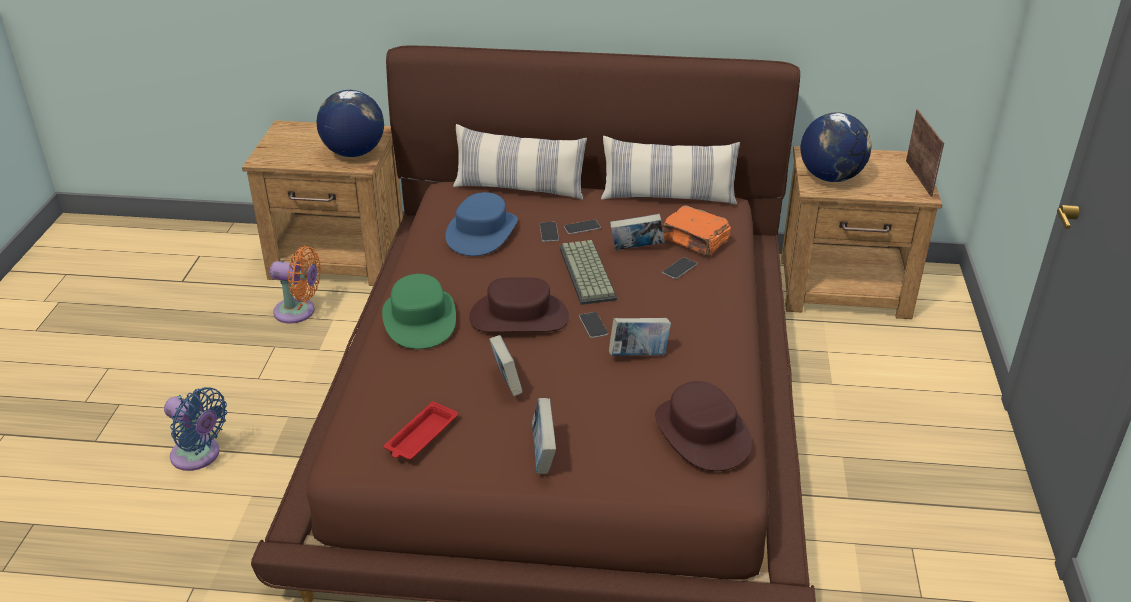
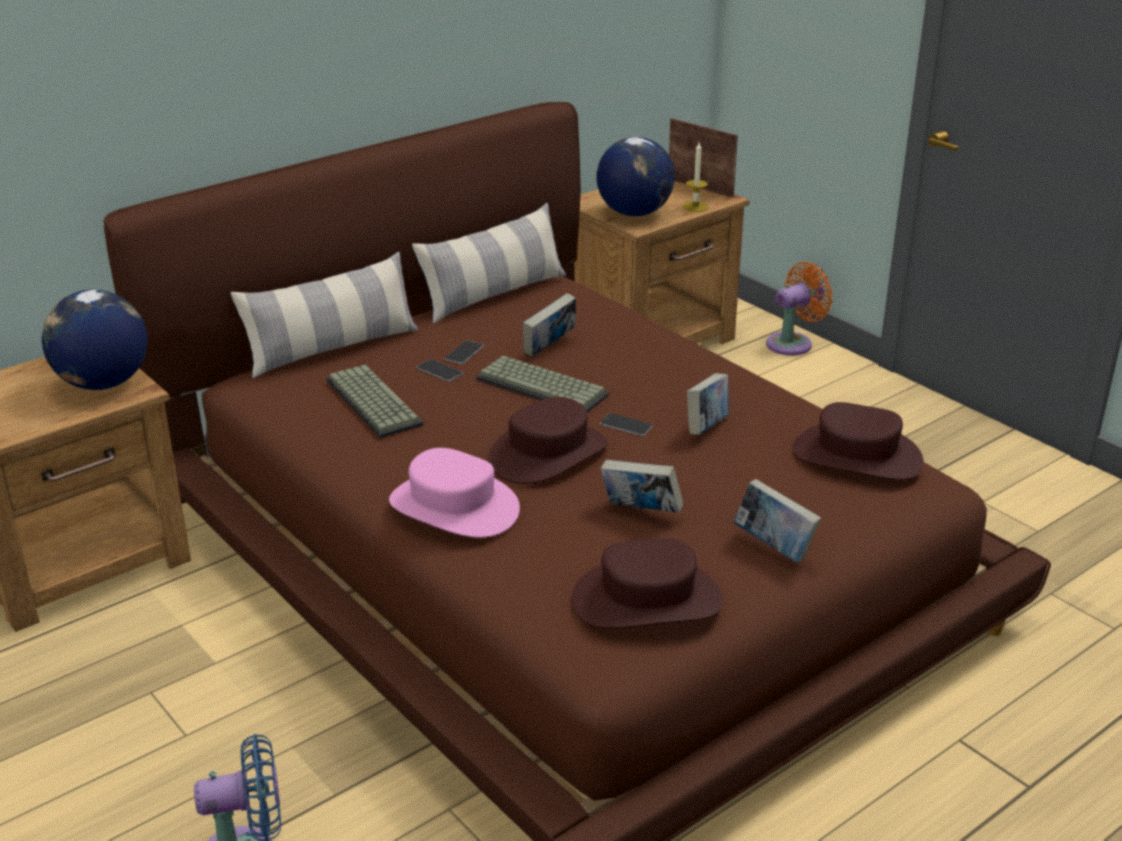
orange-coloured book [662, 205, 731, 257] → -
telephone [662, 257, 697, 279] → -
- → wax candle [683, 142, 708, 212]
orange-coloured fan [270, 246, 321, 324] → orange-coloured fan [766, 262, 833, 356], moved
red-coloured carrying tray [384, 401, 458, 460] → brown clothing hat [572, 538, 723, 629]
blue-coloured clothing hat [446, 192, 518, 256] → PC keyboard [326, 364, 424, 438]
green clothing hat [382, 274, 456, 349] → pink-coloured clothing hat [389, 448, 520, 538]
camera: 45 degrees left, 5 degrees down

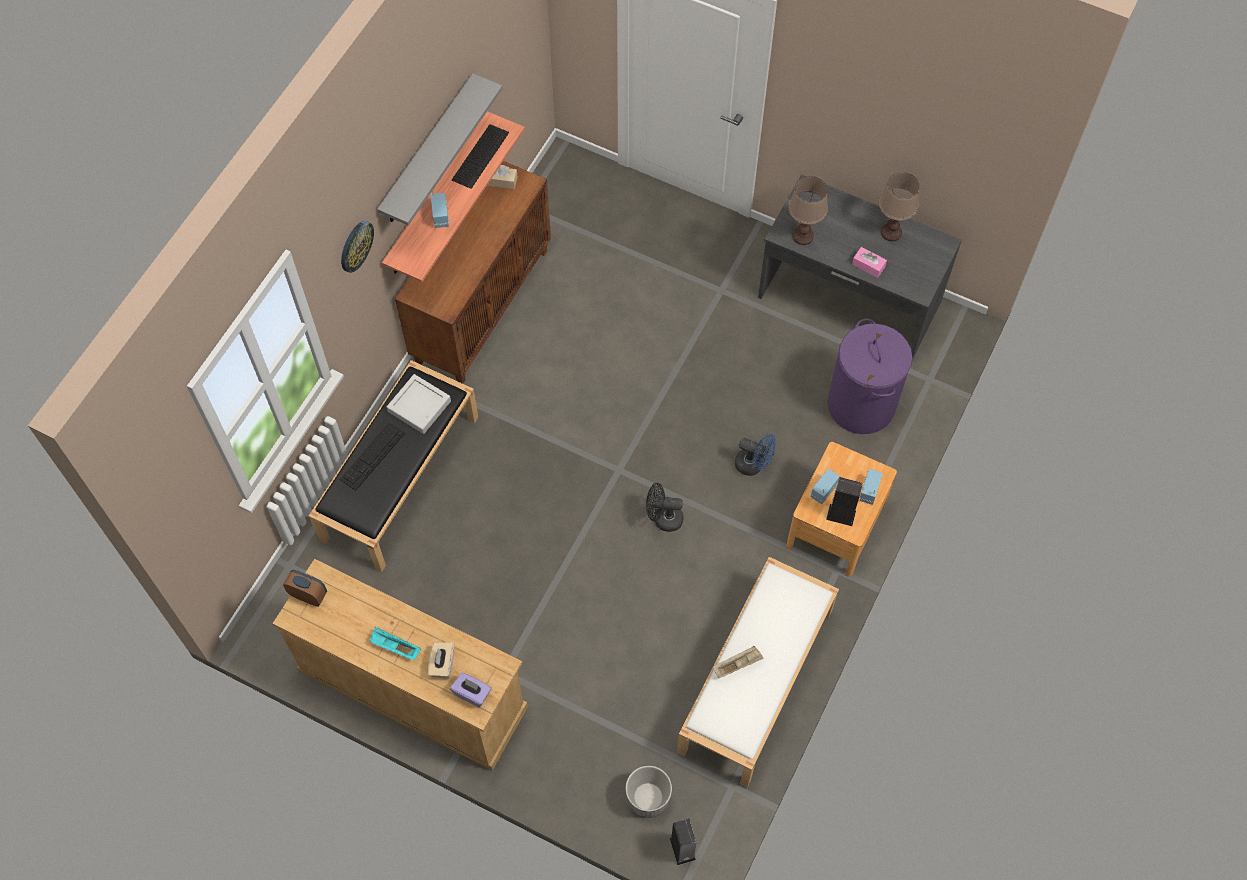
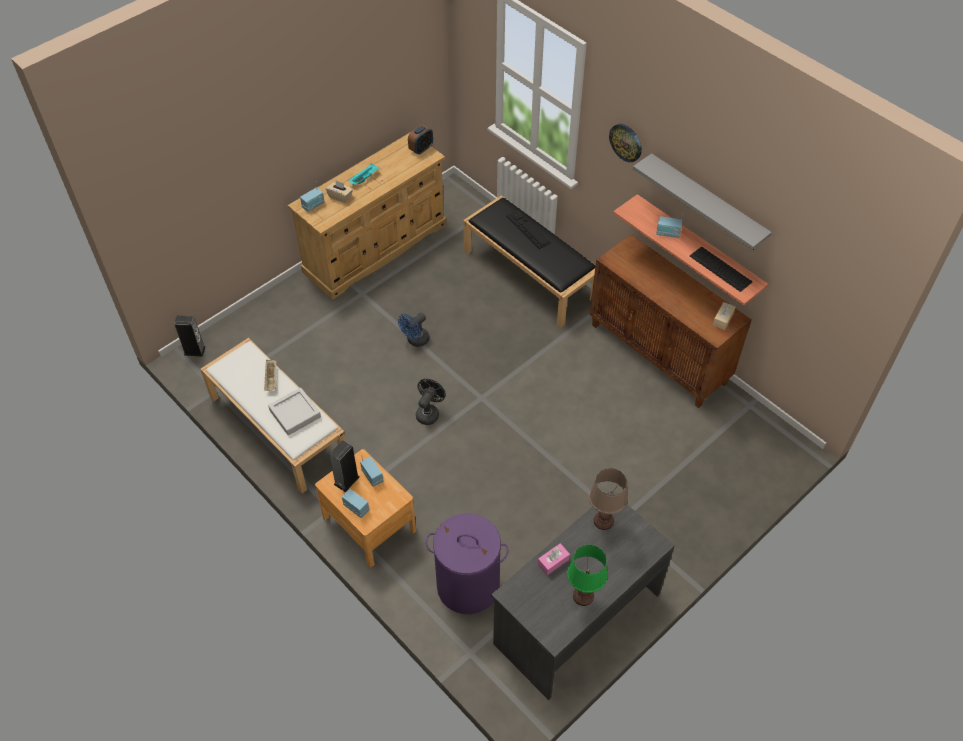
planter [626, 766, 672, 818] → -
gray carrying tray [387, 374, 451, 434] → gray carrying tray [268, 388, 321, 435], moved
blue-coloured fan [735, 434, 776, 476] → blue-coloured fan [398, 313, 429, 347], moved
purplish tissue box [450, 673, 491, 707] → radio receiver [300, 181, 325, 212]
brown tabletop lamp [879, 172, 920, 241] → green tabletop lamp [567, 545, 607, 606]
camera: 110 degrees right, 10 degrees down

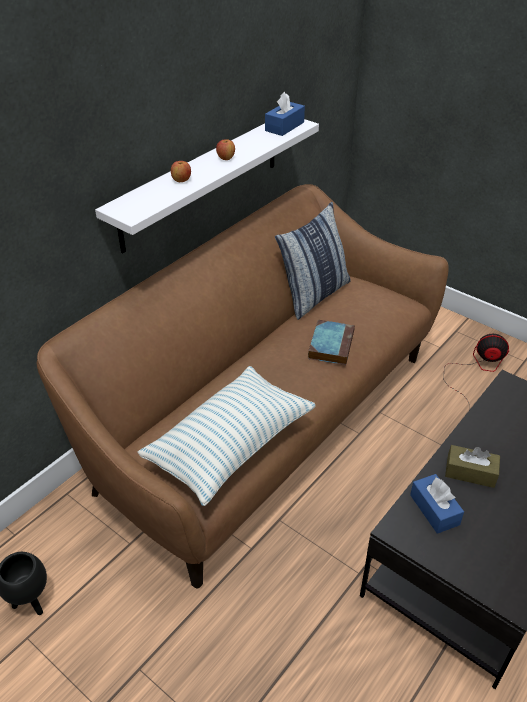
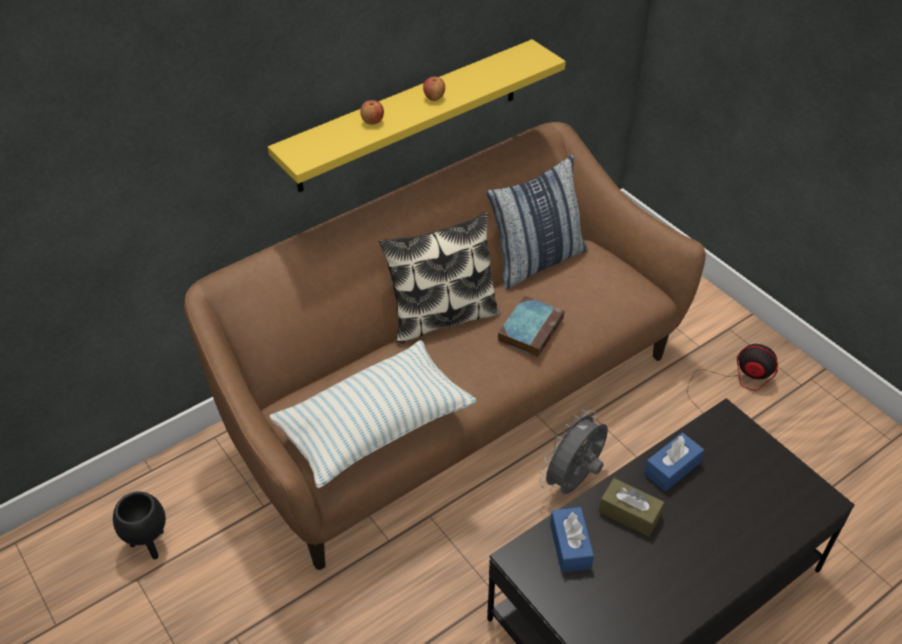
- → pillow [379, 212, 501, 345]
- → gray fan [539, 410, 608, 495]
blue-coloured tissue box [265, 92, 305, 136] → blue-coloured tissue box [644, 433, 704, 491], moved
white bracket shelf [95, 119, 319, 254] → yellowish bracket shelf [268, 39, 566, 192]
camera: 15 degrees right, 5 degrees up

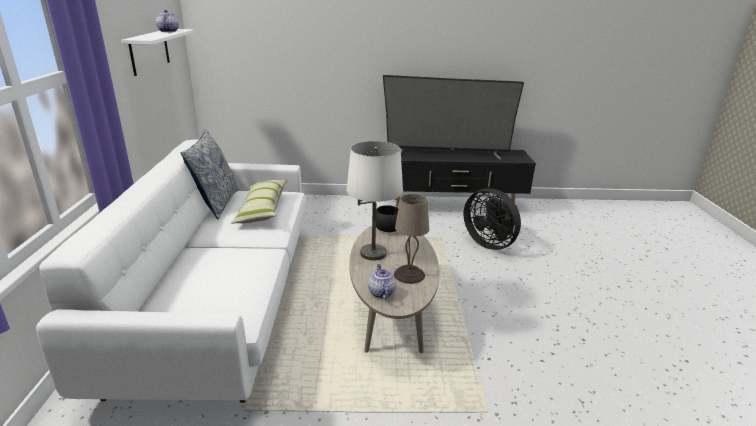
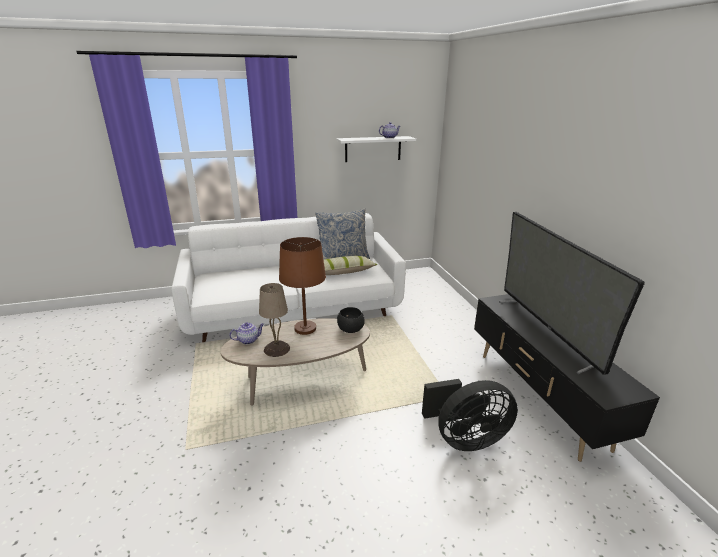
white tabletop lamp [346, 141, 403, 261] → brown tabletop lamp [279, 237, 326, 335]
blackish fan [463, 188, 521, 250] → blackish fan [422, 379, 518, 451], 135 degrees counterclockwise
camera: 75 degrees right, 0 degrees up

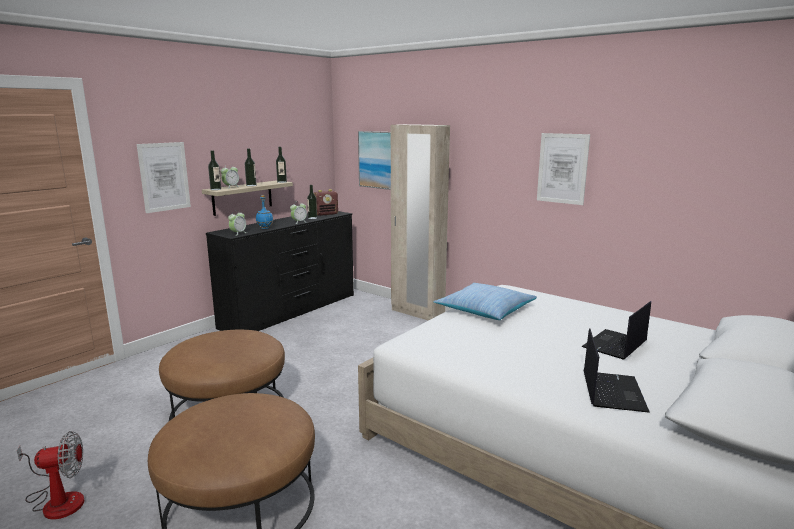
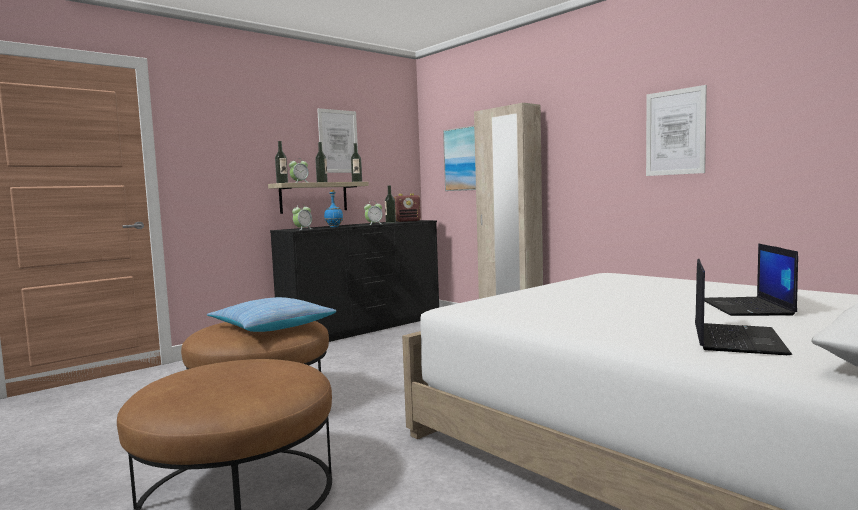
fan [17, 431, 84, 519] → -
wall picture [137, 142, 191, 213] → wall picture [317, 108, 358, 173], moved
pillow [434, 283, 537, 320] → pillow [207, 297, 336, 332], moved
notebook computer [581, 301, 651, 360] → notebook computer [704, 243, 798, 316], 45 degrees counterclockwise
camera: 10 degrees right, 10 degrees down

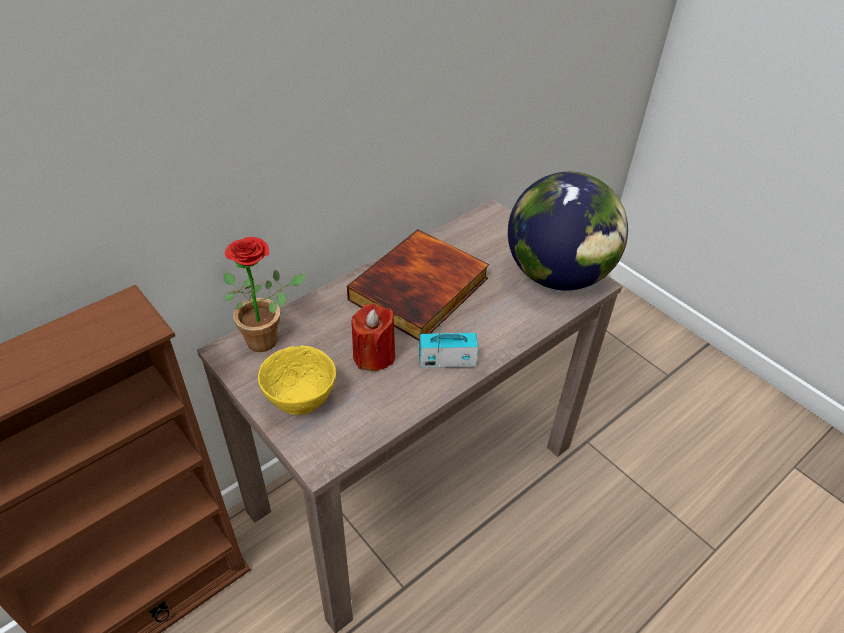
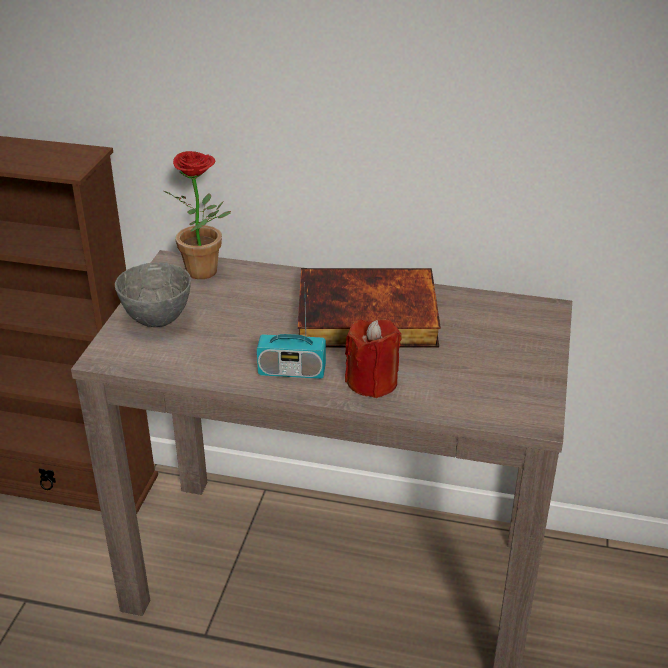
world globe [508, 172, 628, 291] → -
red-coloured wax candle [351, 304, 395, 371] → red-coloured wax candle [345, 319, 401, 398], moved
yellowish bowl [258, 346, 336, 415] → gray bowl [115, 263, 191, 327]
radio receiver [419, 318, 479, 368] → radio receiver [257, 304, 326, 379], 135 degrees clockwise
camera: 55 degrees right, 10 degrees down

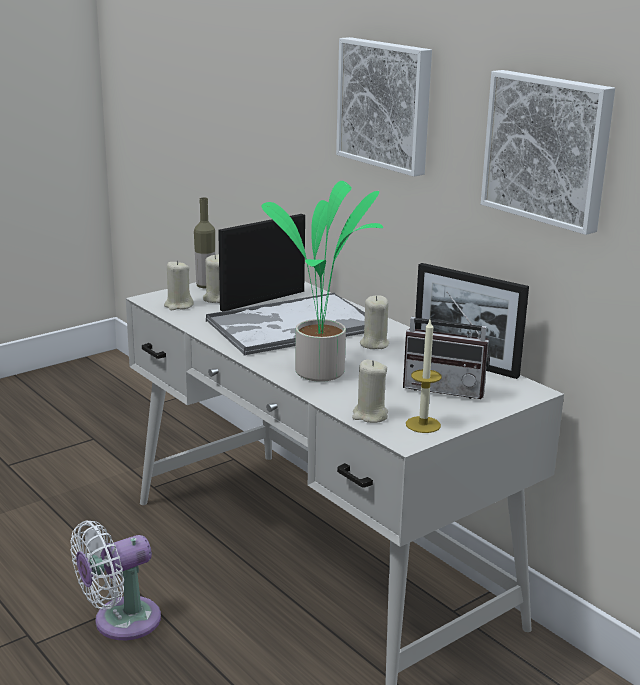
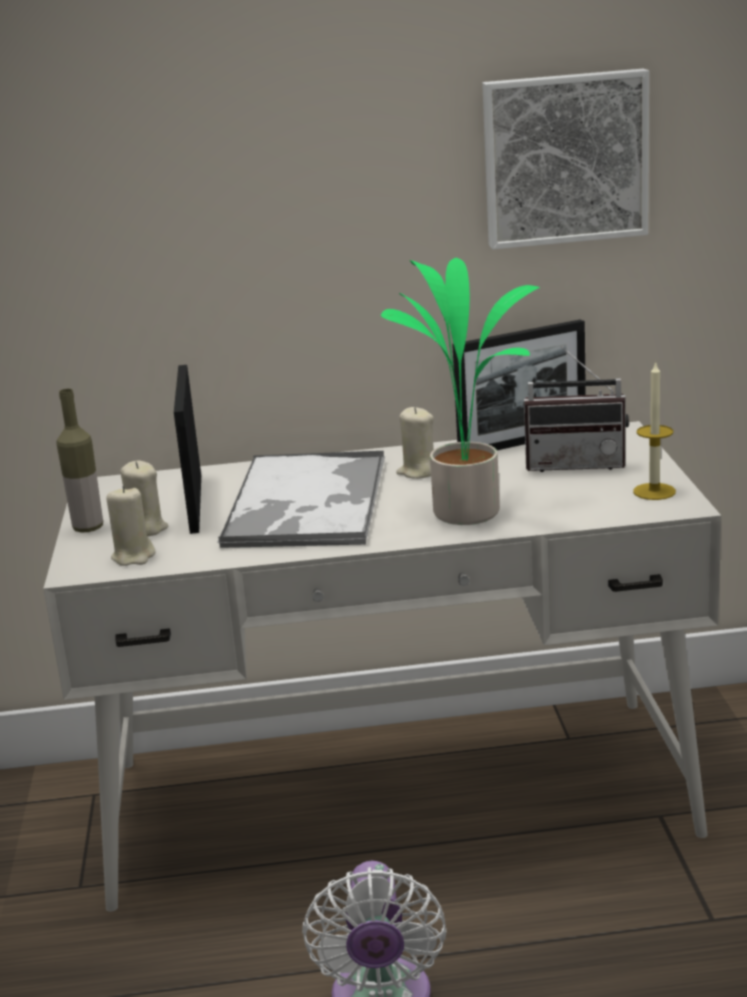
wall picture [336, 37, 432, 176] → -
beige-coloured wax candle [352, 360, 388, 423] → -
radio receiver [403, 292, 490, 399] → radio receiver [524, 347, 629, 472], 45 degrees clockwise
camera: 55 degrees left, 0 degrees up

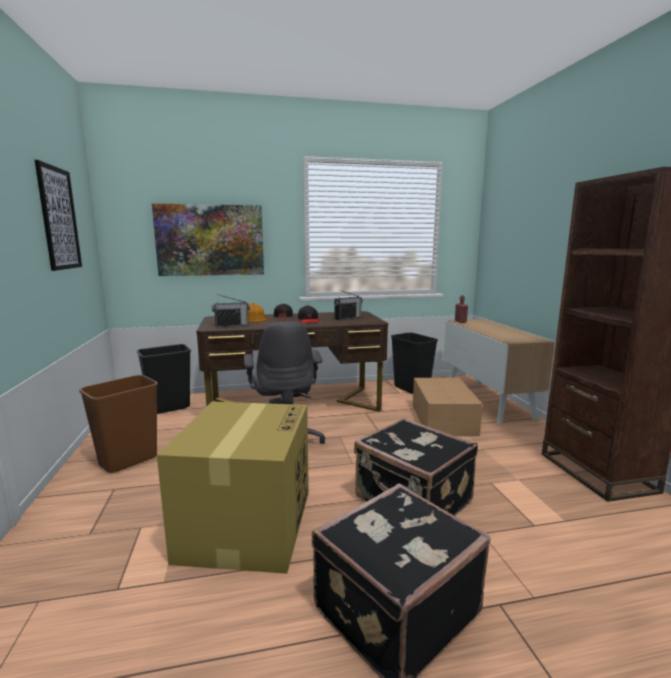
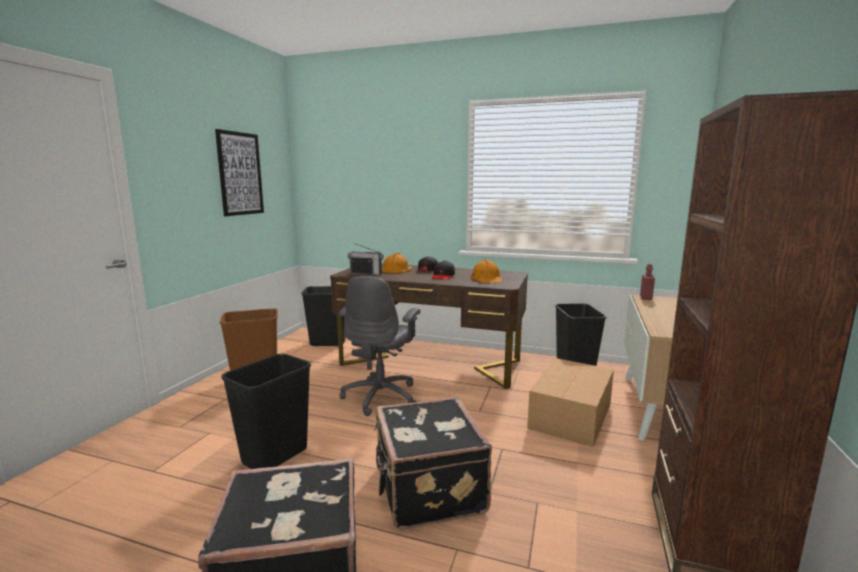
wall picture [152, 203, 264, 276] → -
carton [157, 402, 309, 574] → blackish waste bin [221, 354, 311, 469]
radio receiver [334, 290, 363, 320] → orange-coloured safety helmet [471, 259, 502, 283]
camera: 30 degrees right, 0 degrees up

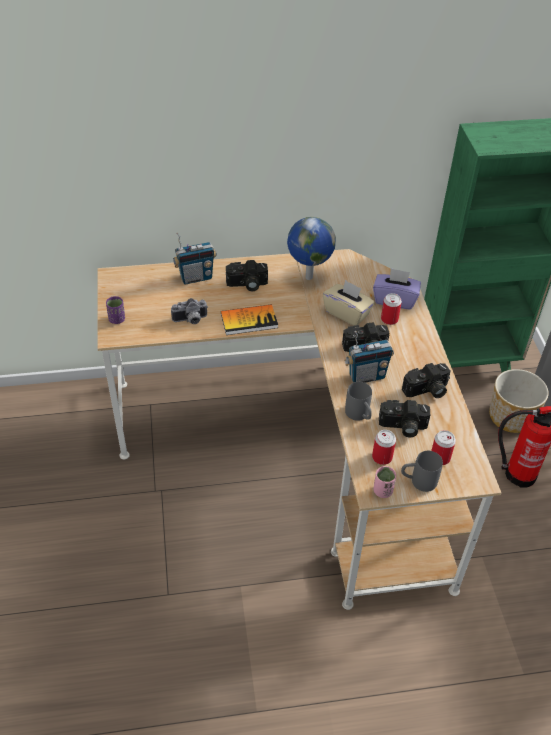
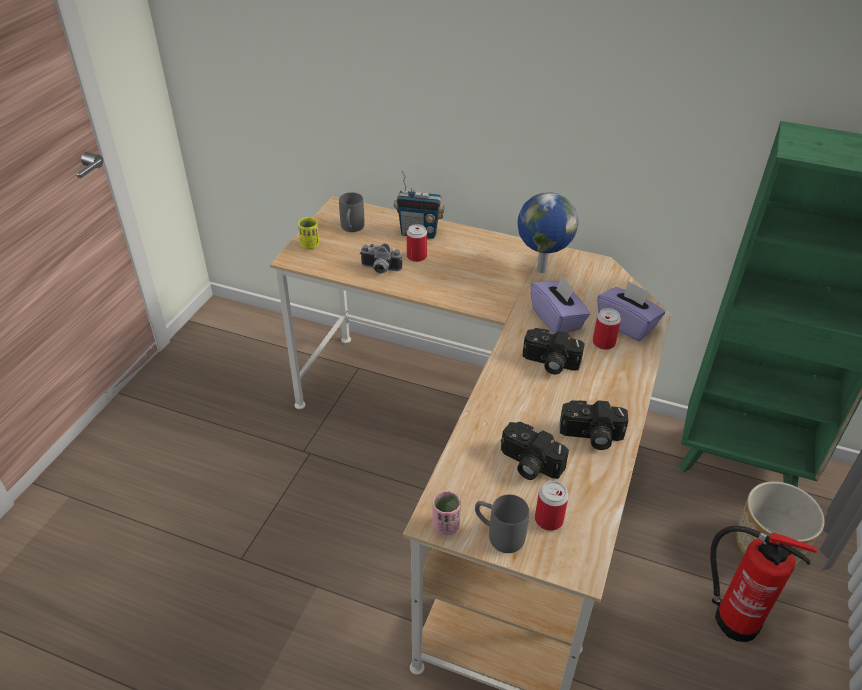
book [221, 304, 278, 335] → -
photo camera [226, 260, 268, 291] → -
radio receiver [344, 331, 394, 383] → -
gray tea mug [345, 382, 372, 421] → gray tea mug [339, 192, 364, 232], moved
sealed can [372, 430, 396, 465] → sealed can [407, 224, 427, 262], moved
purplish drinking cup [106, 296, 125, 324] → yellowish drinking cup [298, 217, 319, 249]
beige-coloured tissue box [323, 280, 375, 326] → purplish tissue box [530, 275, 590, 334]
camera: 30 degrees right, 5 degrees down

